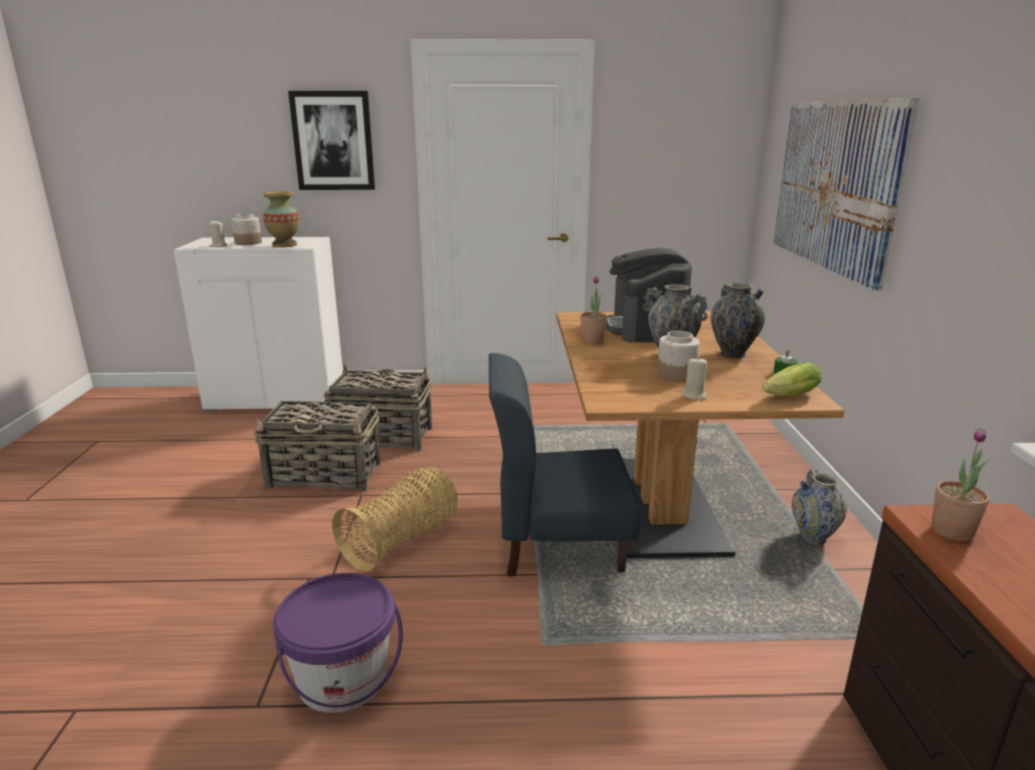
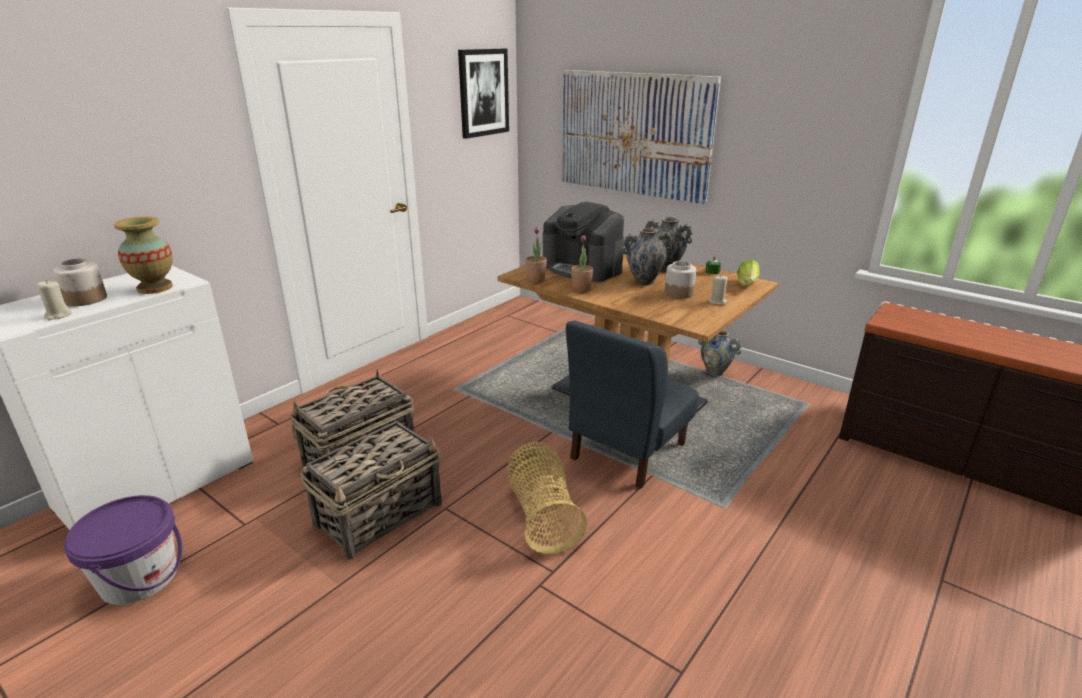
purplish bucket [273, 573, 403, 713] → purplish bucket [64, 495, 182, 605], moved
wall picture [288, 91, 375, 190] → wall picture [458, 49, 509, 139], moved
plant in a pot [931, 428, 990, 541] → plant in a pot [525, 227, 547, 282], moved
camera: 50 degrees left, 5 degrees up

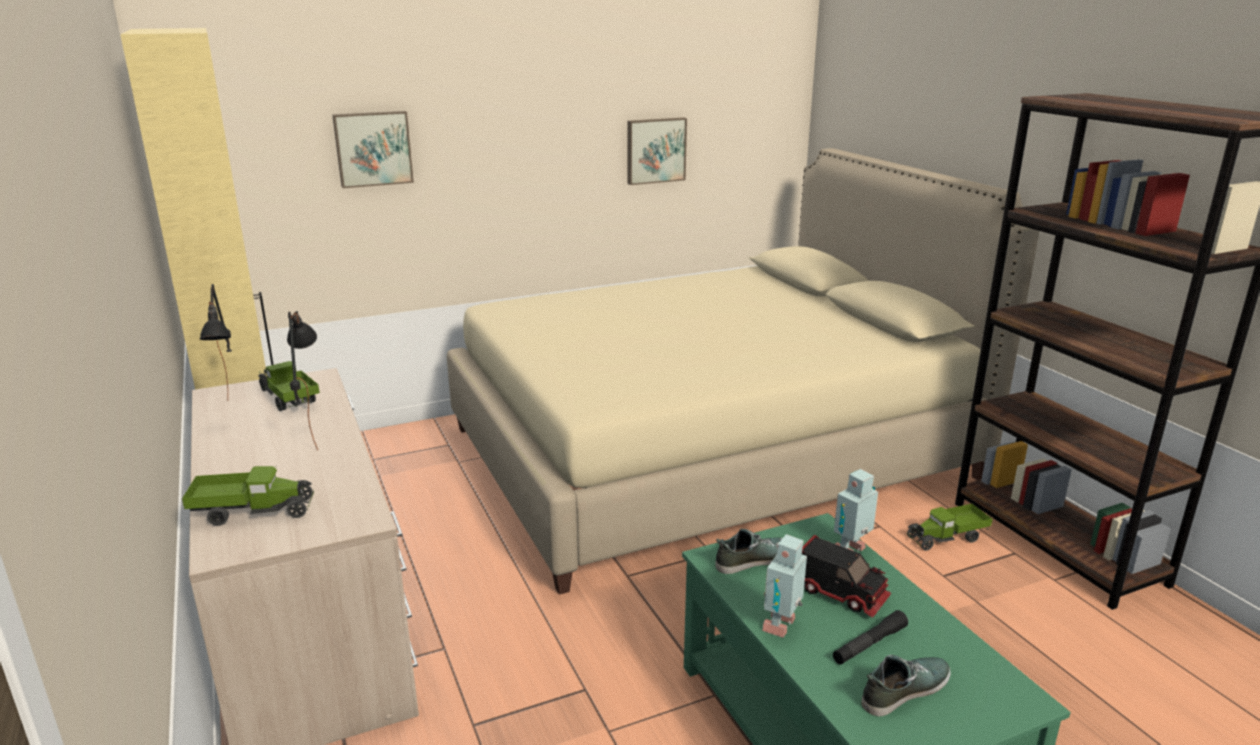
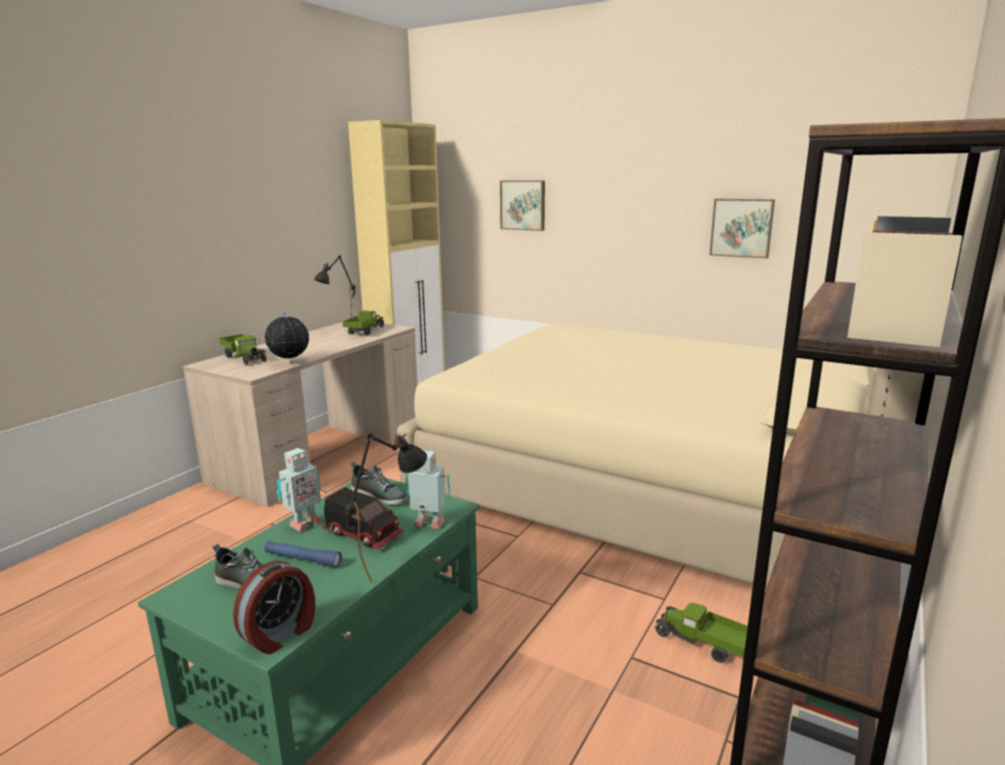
- → table clock [233, 561, 315, 654]
- → world globe [265, 311, 309, 363]
blackish tabletop lamp [287, 311, 318, 450] → blackish tabletop lamp [345, 433, 427, 582], moved
blackish flashlight [833, 610, 908, 665] → blue-coloured flashlight [264, 541, 342, 568]
robot figure [762, 534, 807, 638] → robot figure [277, 448, 322, 532], 135 degrees clockwise
toy truck [802, 535, 891, 617] → toy truck [322, 487, 404, 549], 60 degrees counterclockwise
camera: 55 degrees right, 5 degrees down

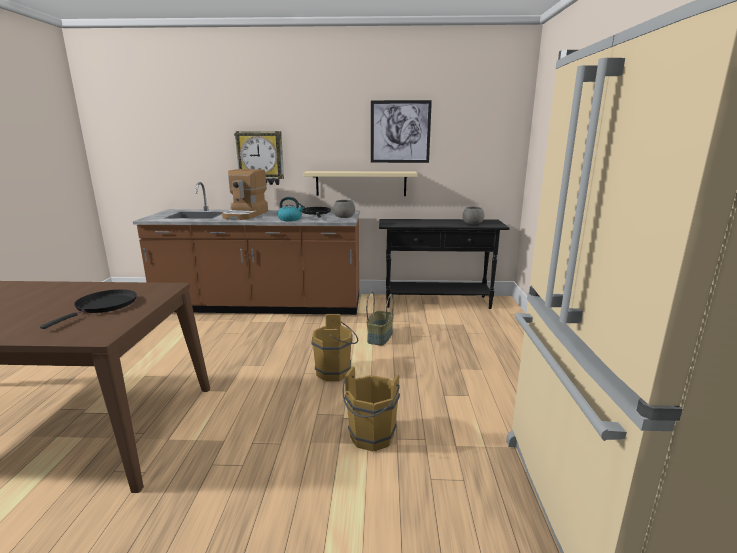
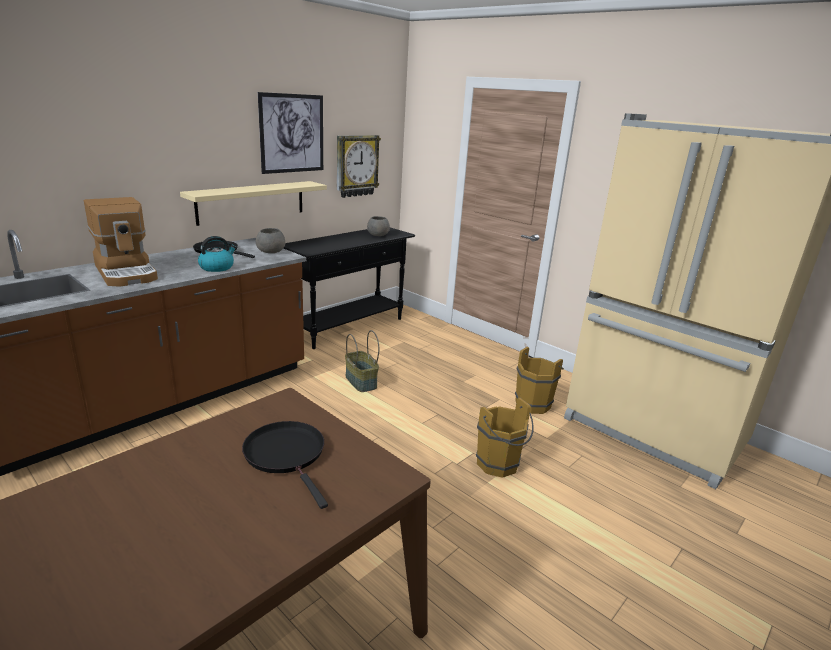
wall clock [234, 131, 284, 185] → wall clock [337, 135, 381, 198], moved
brown bucket [311, 314, 358, 381] → brown bucket [515, 347, 564, 414], moved
camera: 50 degrees left, 5 degrees up

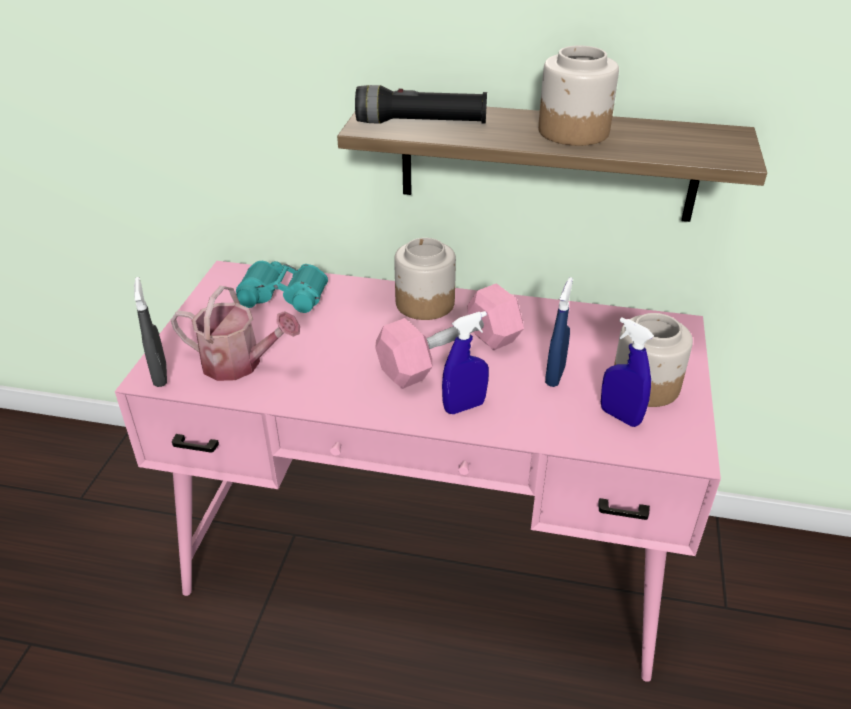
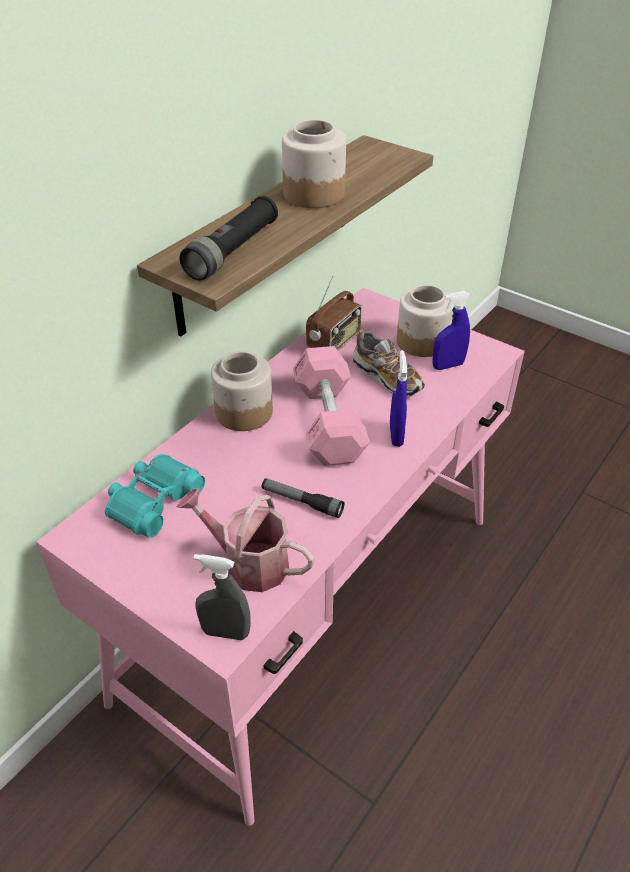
- → flashlight [262, 478, 345, 518]
- → radio receiver [306, 276, 362, 351]
blue-coloured hand sprayer [545, 277, 573, 387] → item of footwear [353, 329, 425, 397]
sprinkling can [171, 286, 300, 381] → sprinkling can [177, 488, 314, 592], 105 degrees counterclockwise
camera: 65 degrees left, 5 degrees up

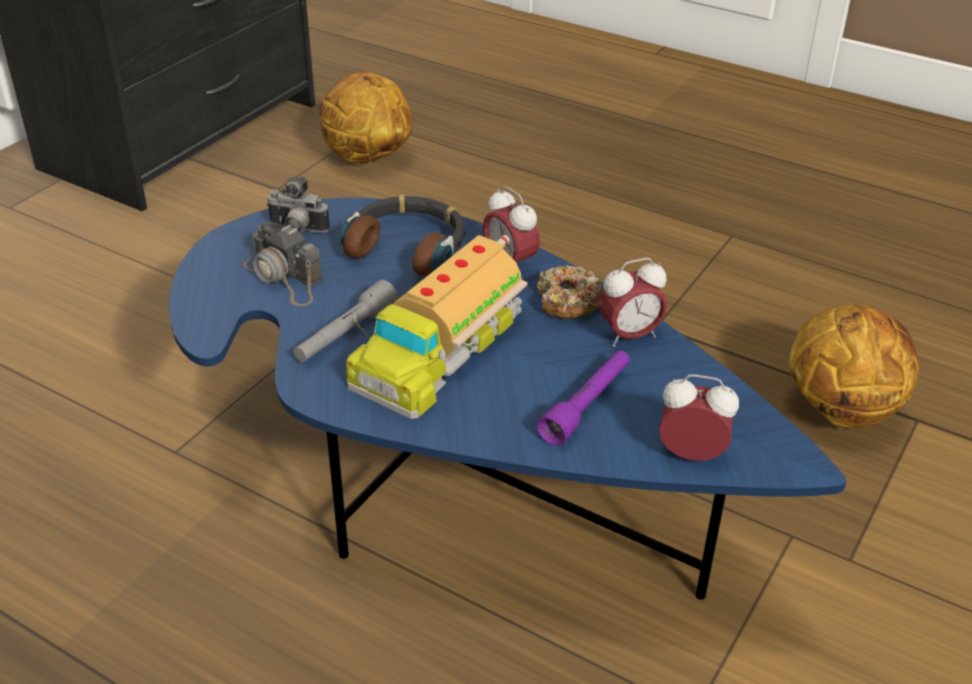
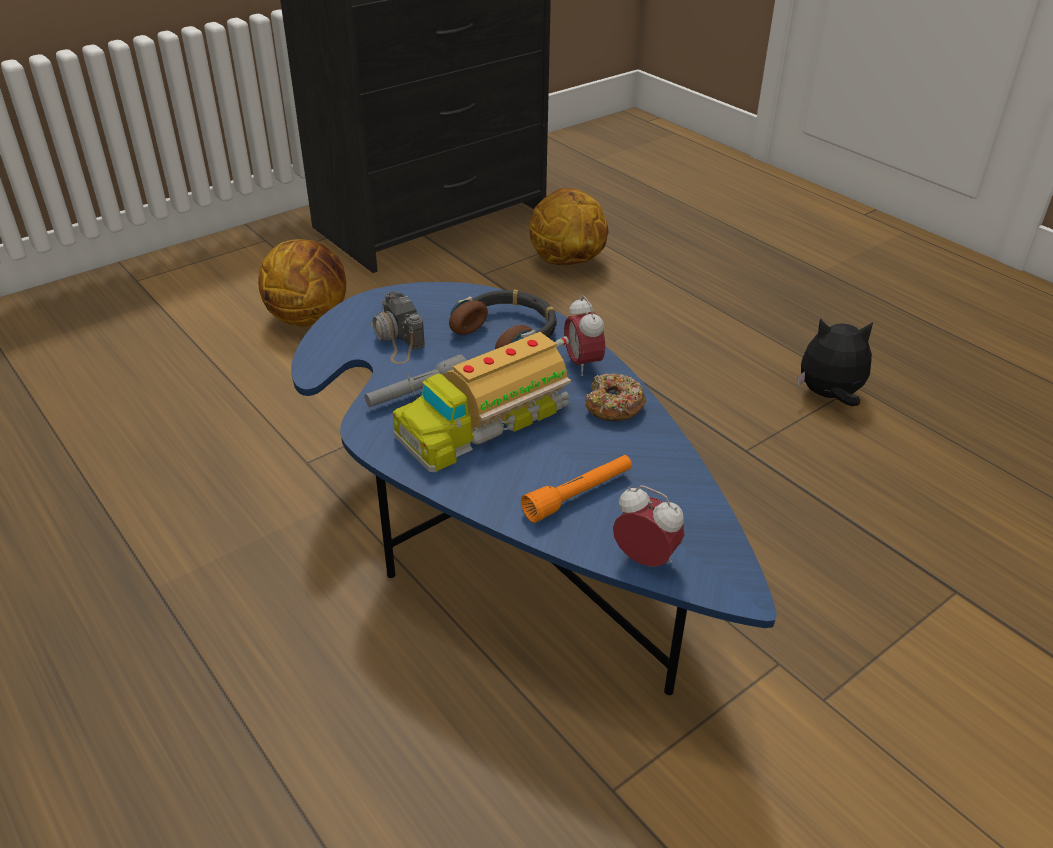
photo camera [266, 176, 330, 233] → -
table clock [598, 258, 668, 347] → -
- → plush toy [797, 319, 873, 406]
basketball ball [789, 304, 919, 428] → basketball ball [258, 239, 346, 327], moved
purplish flashlight [537, 350, 630, 446] → orange-coloured flashlight [521, 455, 632, 523]
camera: 20 degrees right, 0 degrees up

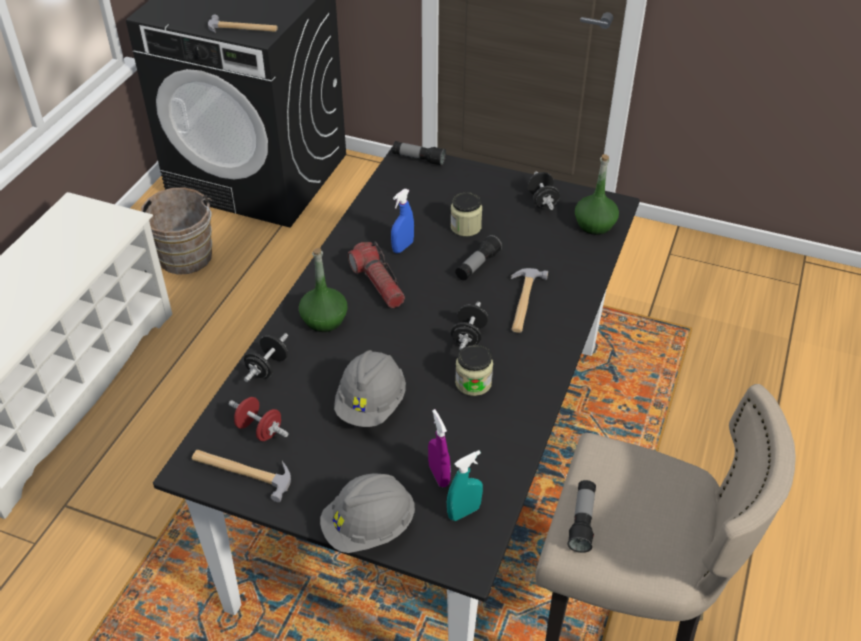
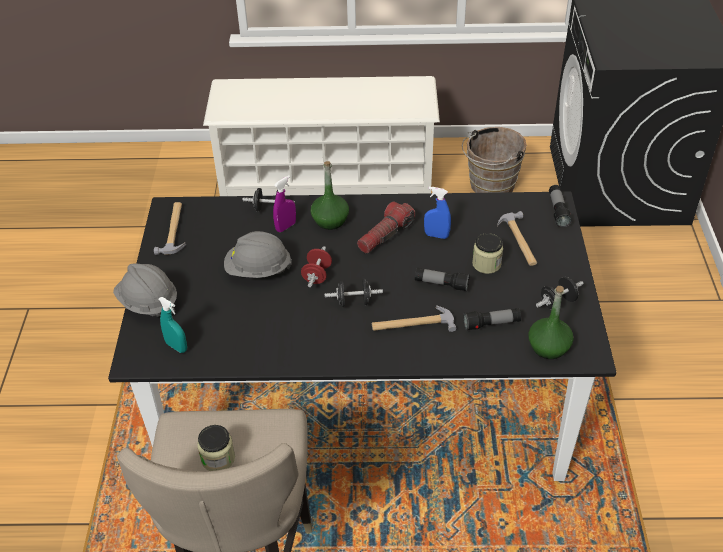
tool hammer [208, 15, 278, 33] → tool hammer [497, 211, 537, 266], moved
red-coloured hand weight [229, 397, 288, 441] → red-coloured hand weight [301, 246, 332, 287], moved
purplish hand sprayer [428, 409, 451, 487] → purplish hand sprayer [273, 176, 296, 232], moved
storage jar [455, 345, 493, 396] → storage jar [197, 425, 235, 471], moved
flashlight [567, 480, 596, 553] → flashlight [463, 308, 521, 331], moved
camera: 70 degrees right, 0 degrees up

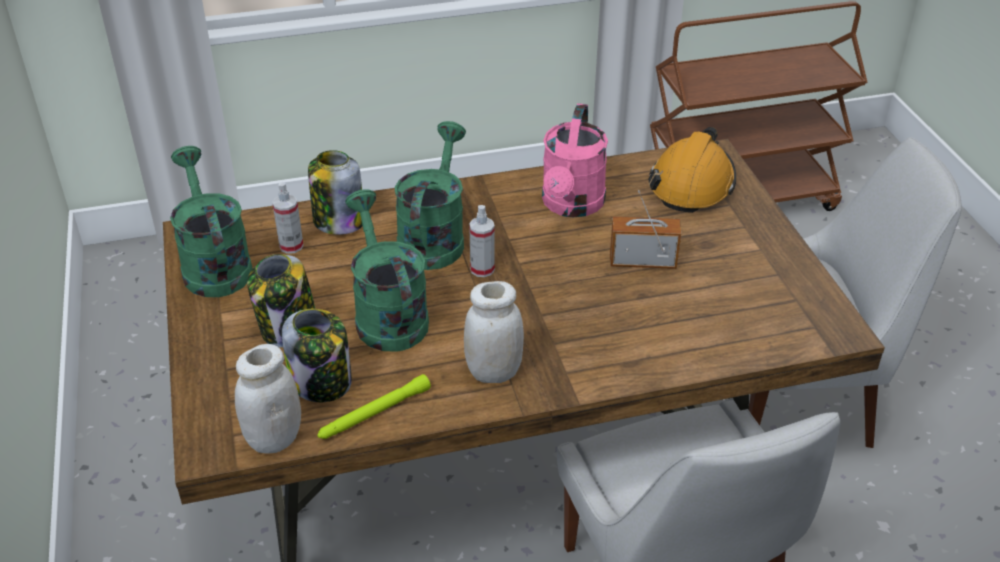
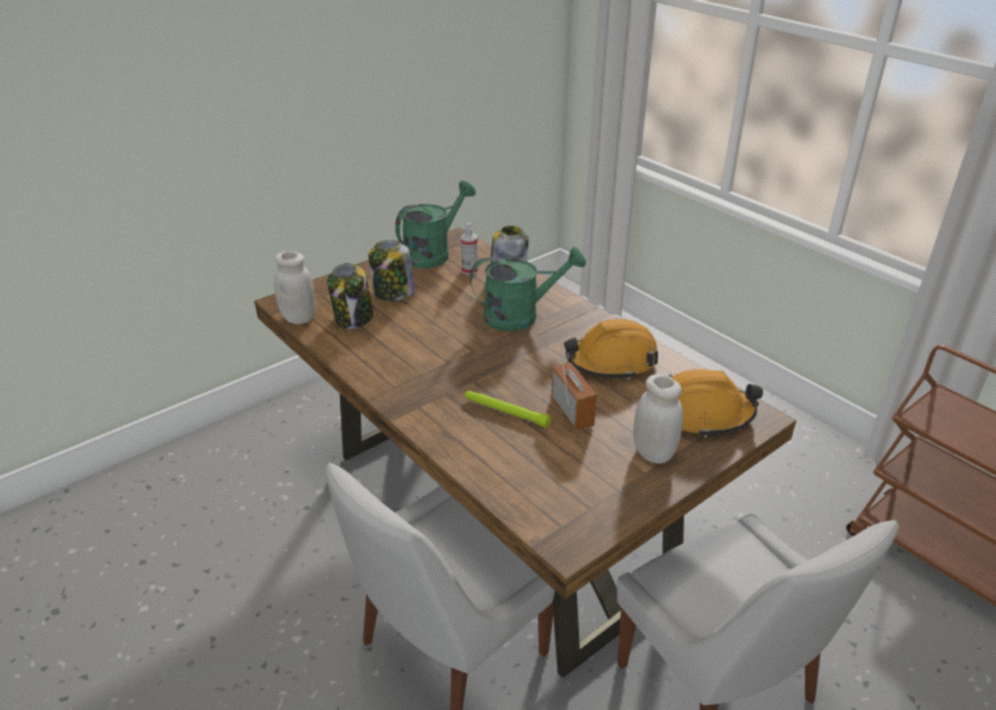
green sprinkling can [345, 190, 429, 352] → -
hand sprayer [469, 205, 495, 277] → -
green flashlight [317, 374, 431, 439] → green flashlight [465, 391, 551, 428], moved
white storage jar [464, 281, 524, 383] → white storage jar [633, 374, 683, 464], moved
pink-coloured sprinkling can [542, 103, 608, 217] → orange-coloured safety helmet [564, 319, 658, 380]
camera: 65 degrees right, 5 degrees down

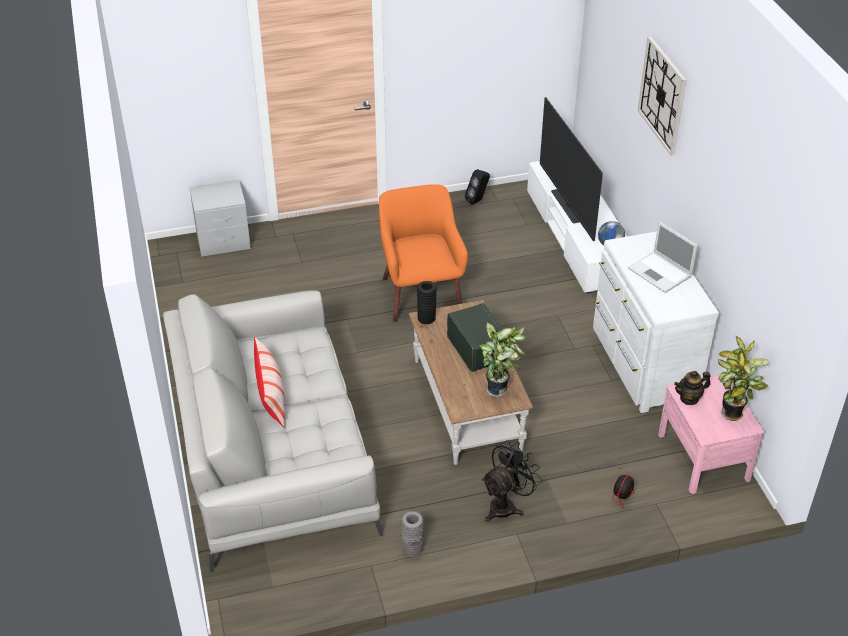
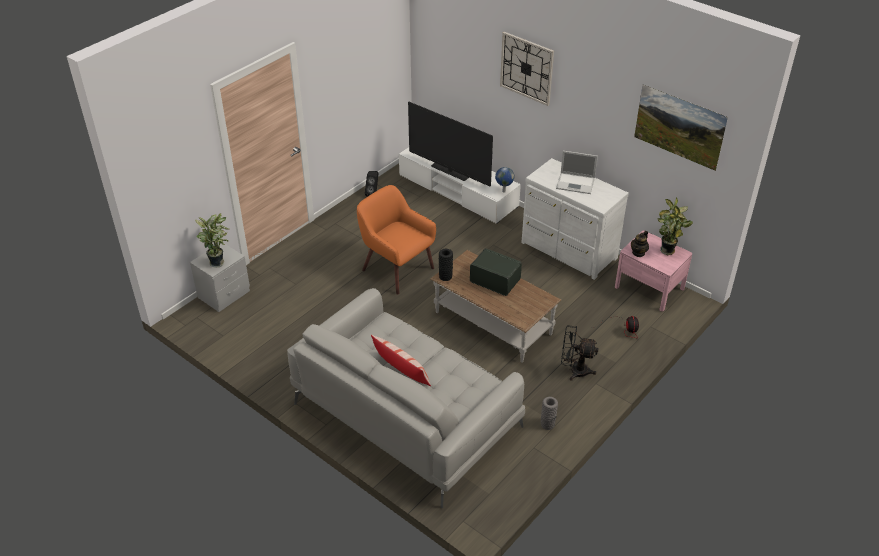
- → wall picture [634, 85, 728, 171]
plant in a pot [480, 323, 526, 397] → plant in a pot [195, 213, 229, 268], moved
blackish fan [481, 440, 542, 523] → blackish fan [561, 325, 599, 381], 90 degrees counterclockwise
camera: 35 degrees left, 0 degrees up

